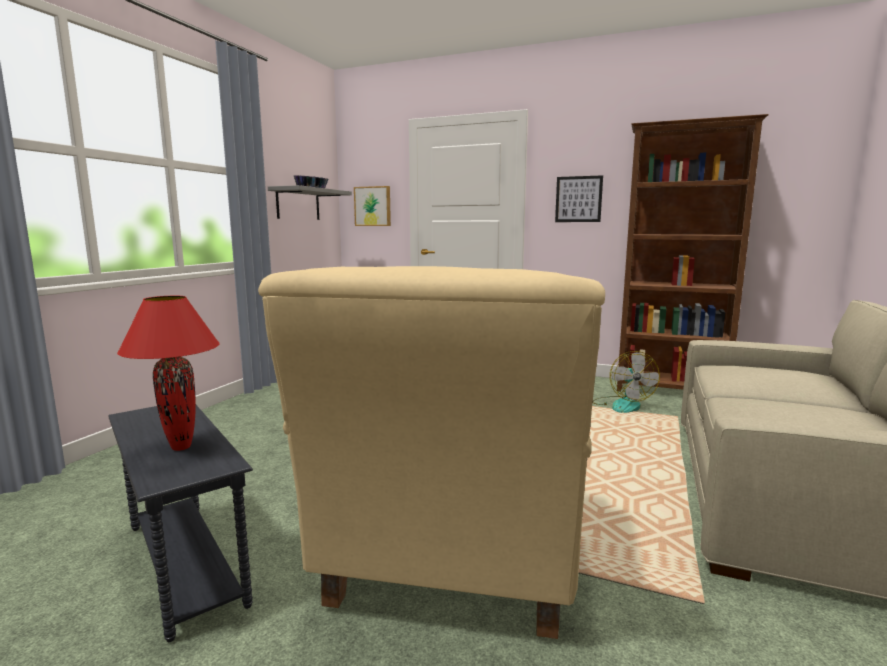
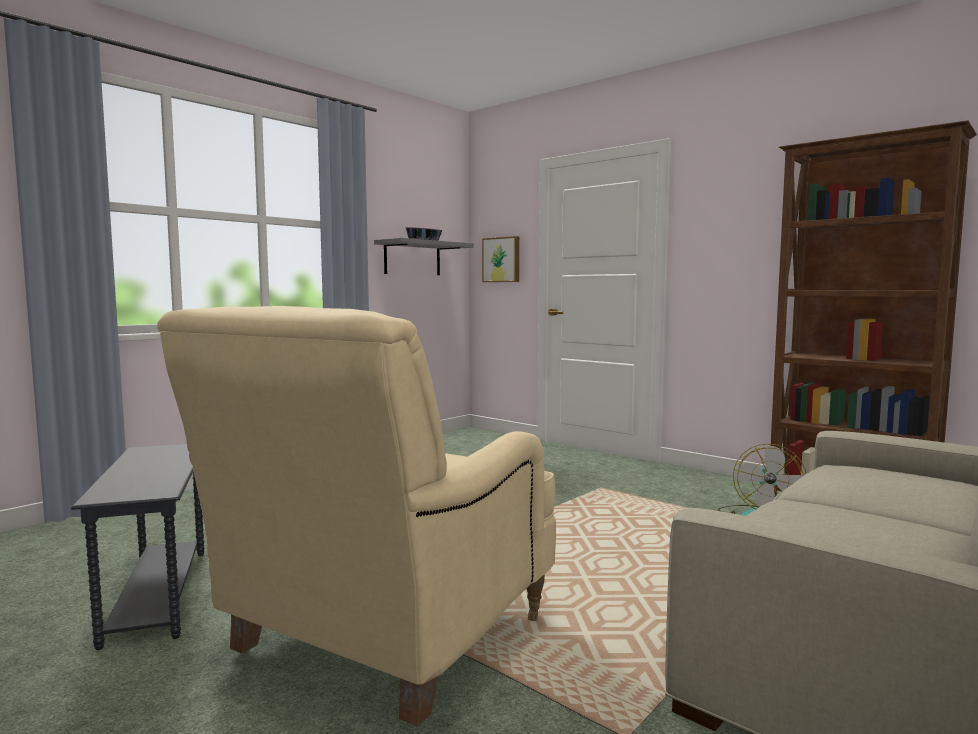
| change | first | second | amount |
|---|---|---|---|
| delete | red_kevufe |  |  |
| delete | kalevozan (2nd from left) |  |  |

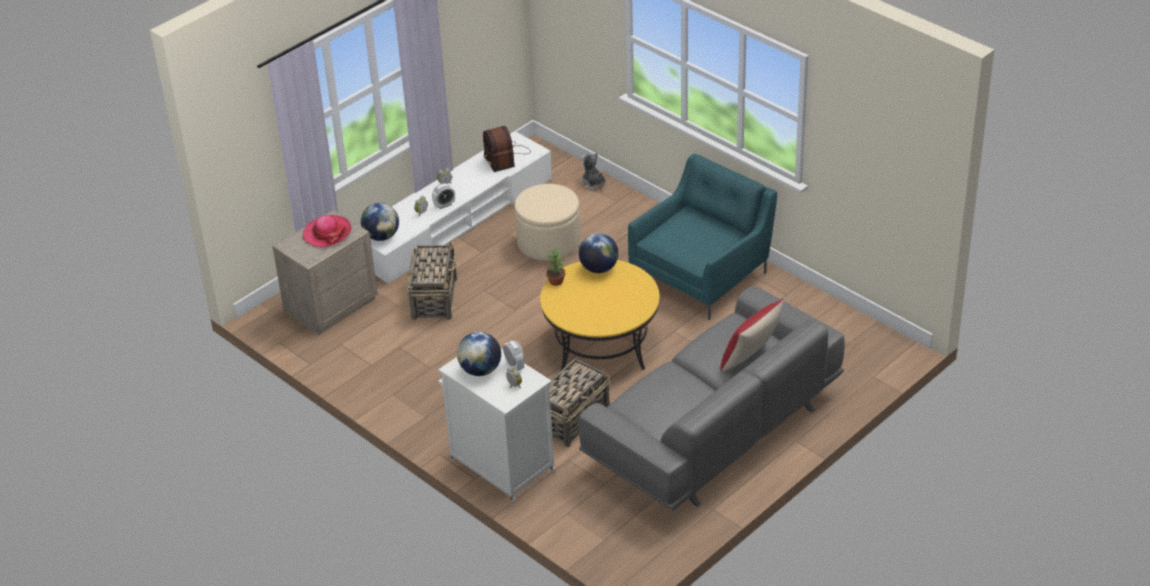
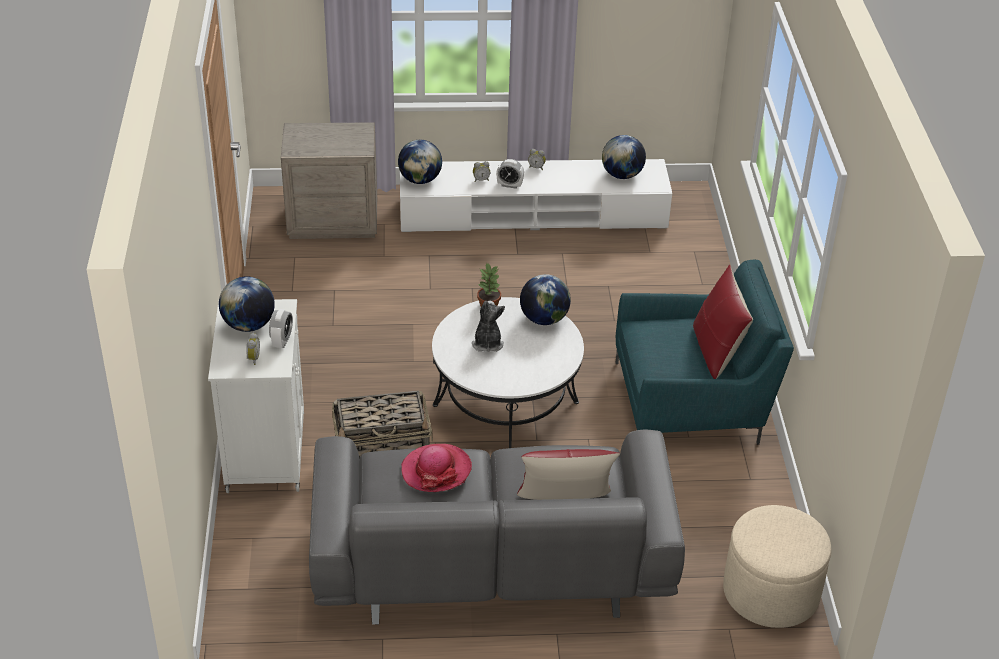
| change | first | second | amount |
|---|---|---|---|
| move | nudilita |  |  |
| recolor | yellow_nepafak | white_nepafak |  |
| move | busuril |  |  |
| replace | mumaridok | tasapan (4th from left) |  |
| insert |  | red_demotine (2nd from left) |  |
| move | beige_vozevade |  |  |
| delete | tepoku (1st from left) |  |  |

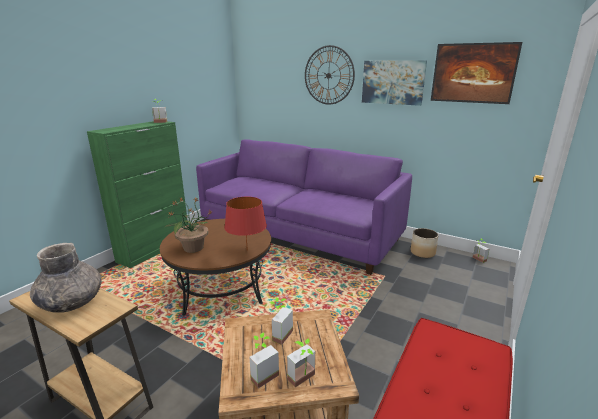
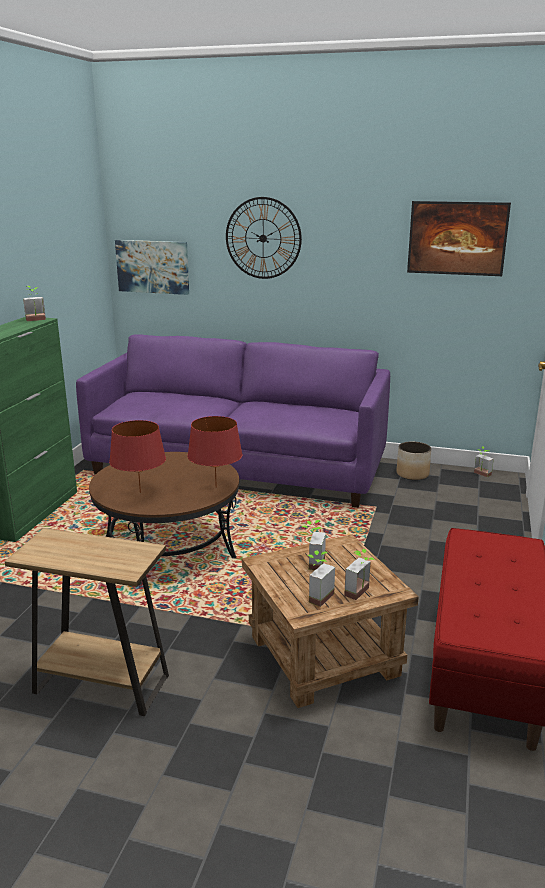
| change | first | second | amount |
|---|---|---|---|
| replace | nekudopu (2nd from left) | red_kevufe (1st from left) |  |
| move | kalevozan (1st from left) |  |  |
| delete | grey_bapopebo |  |  |

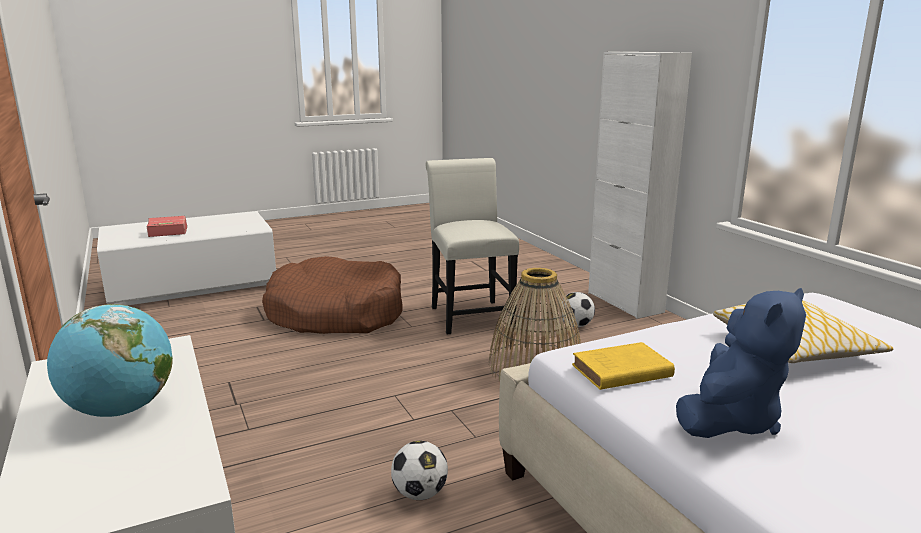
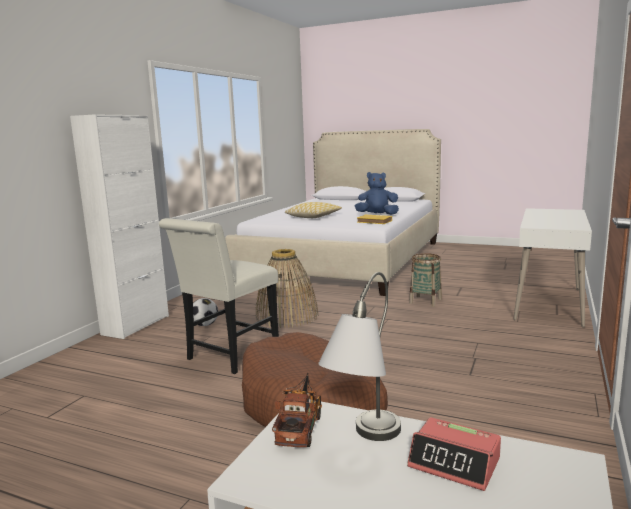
| change | first | second | amount |
|---|---|---|---|
| insert |  | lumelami |  |
| insert |  | grey_kevufe |  |
| replace | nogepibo (1st from left) | tepoku (2nd from left) |  |
| delete | tasapan |  |  |

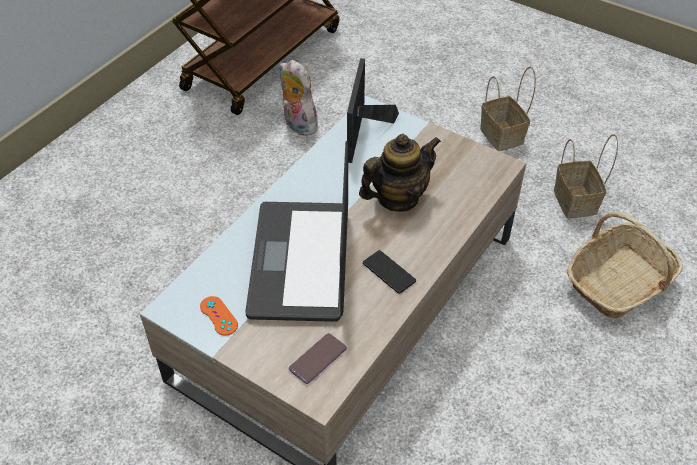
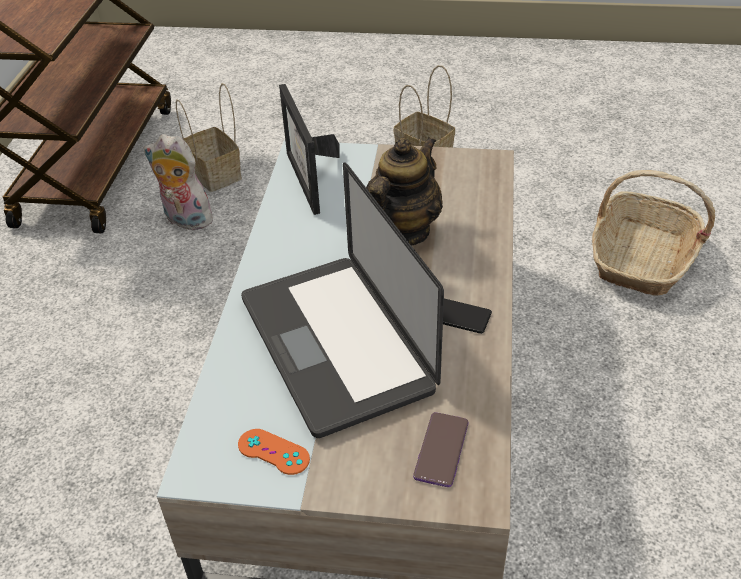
| change | first | second | amount |
|---|---|---|---|
| move | tepoku (2nd from left in the first image) | tepoku (1st from left) |  |

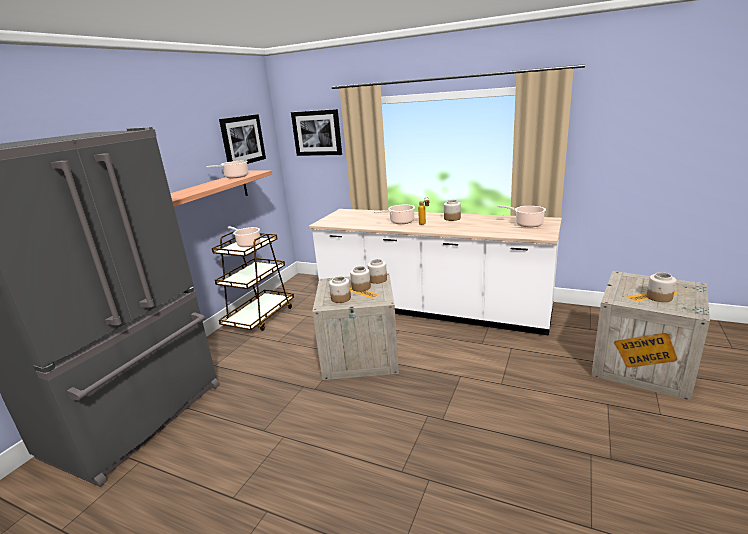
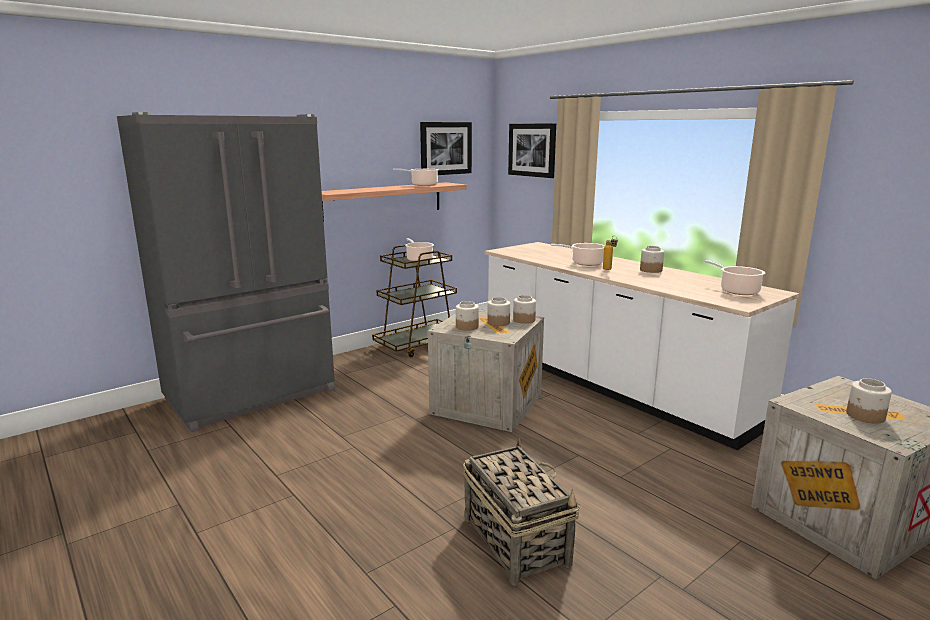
| change | first | second | amount |
|---|---|---|---|
| insert |  | tepoku |  |

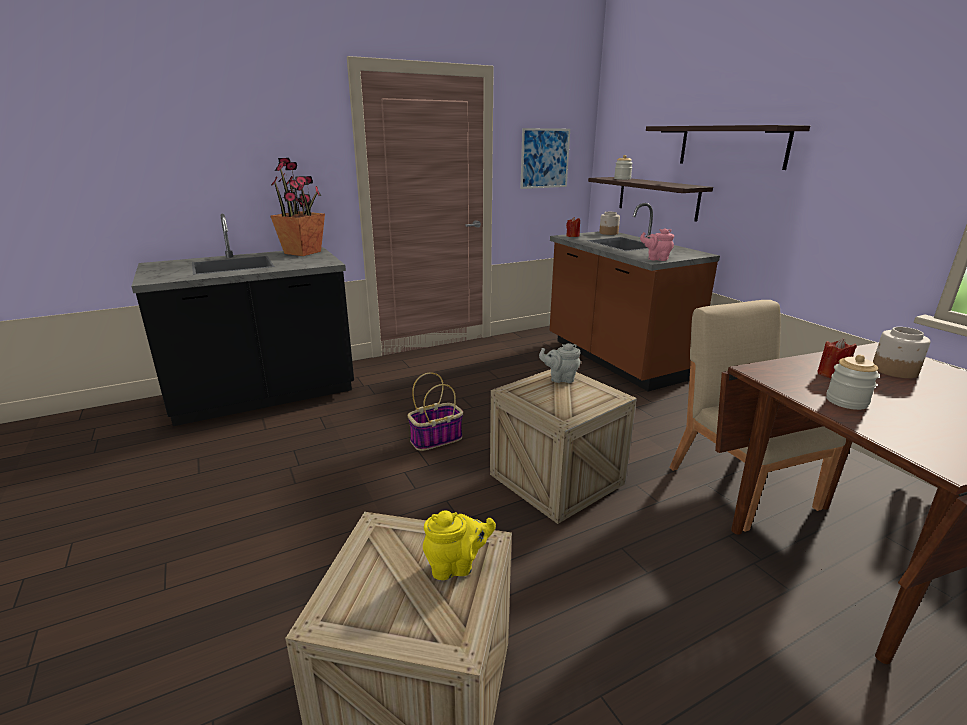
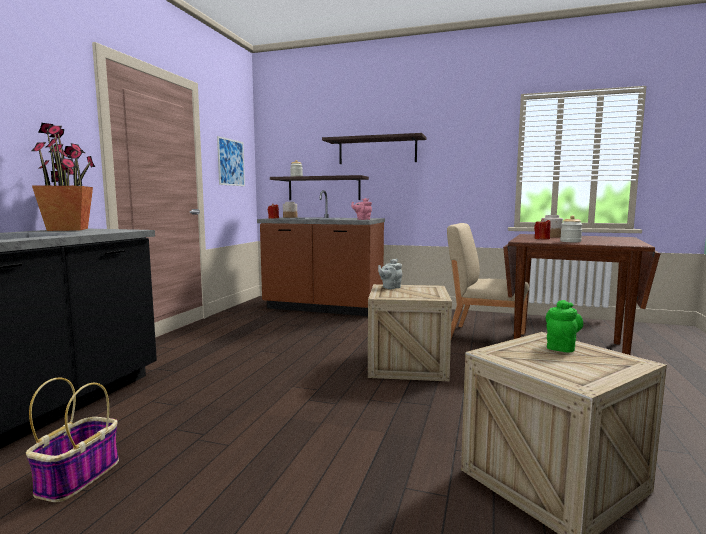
| change | first | second | amount |
|---|---|---|---|
| move | tepoku |  |  |
| recolor | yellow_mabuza | green_mabuza |  |

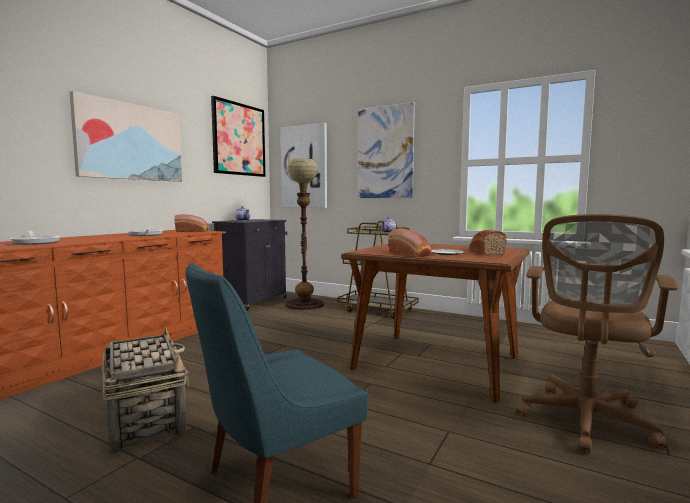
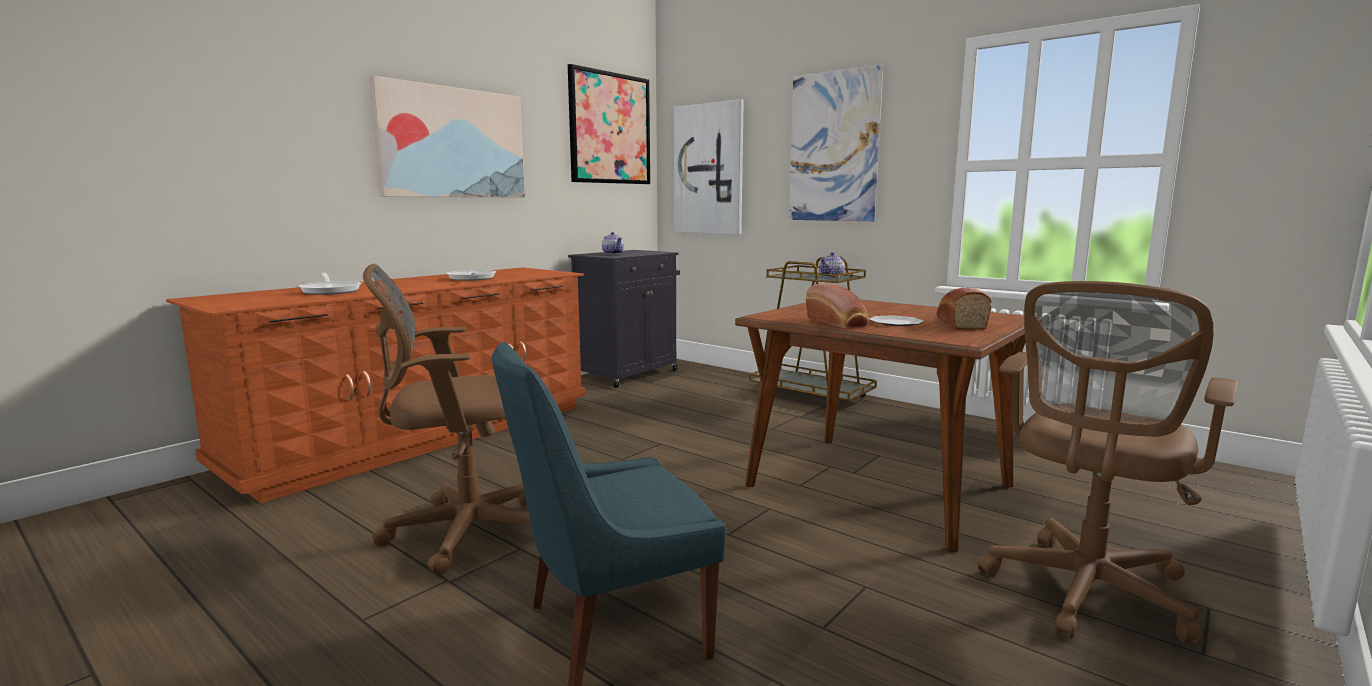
| change | first | second | amount |
|---|---|---|---|
| replace | tepoku | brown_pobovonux (1st from left) |  |
| delete | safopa (1st from left) |  |  |
| delete | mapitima |  |  |

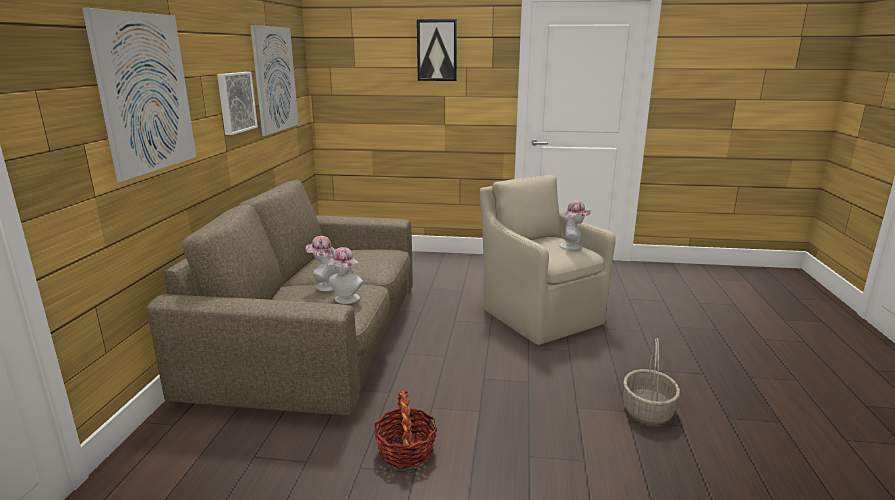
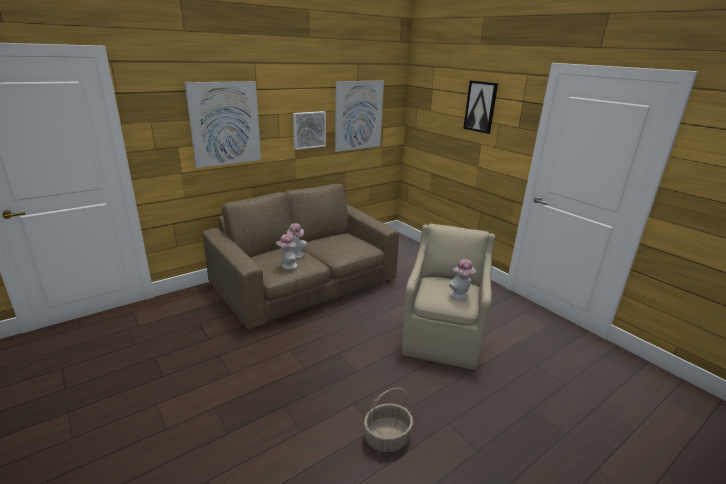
| change | first | second | amount |
|---|---|---|---|
| delete | tepoku (1st from left) |  |  |

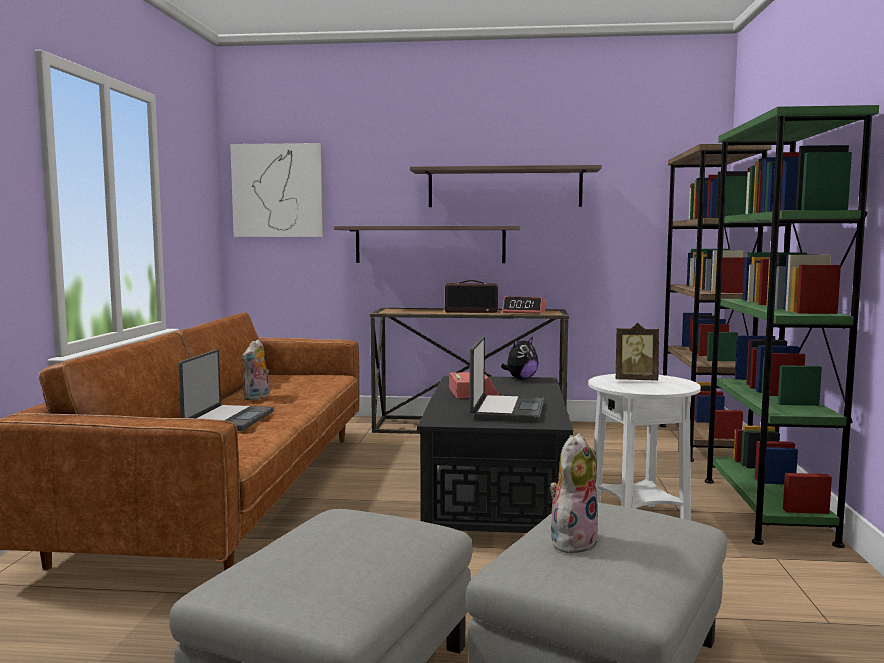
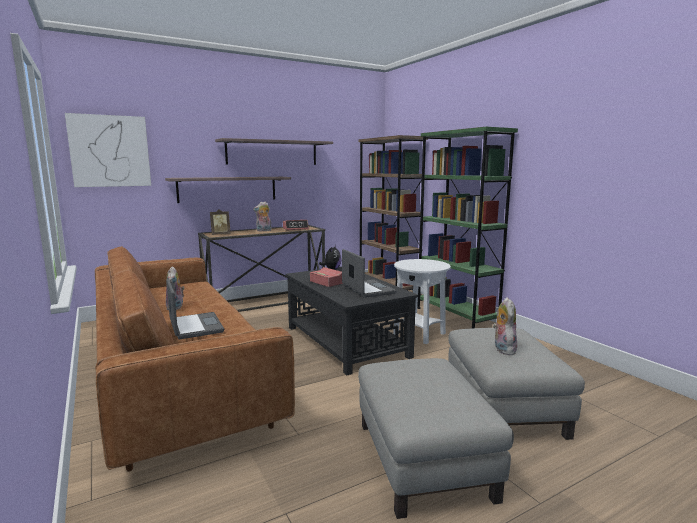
| change | first | second | amount |
|---|---|---|---|
| move | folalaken |  |  |
| replace | mumaridok | busuril (2nd from left) |  |

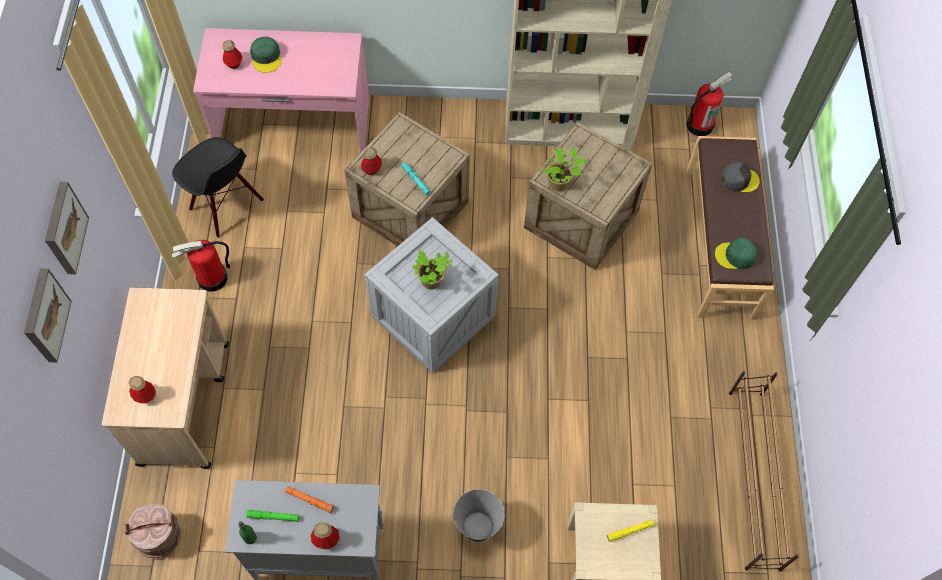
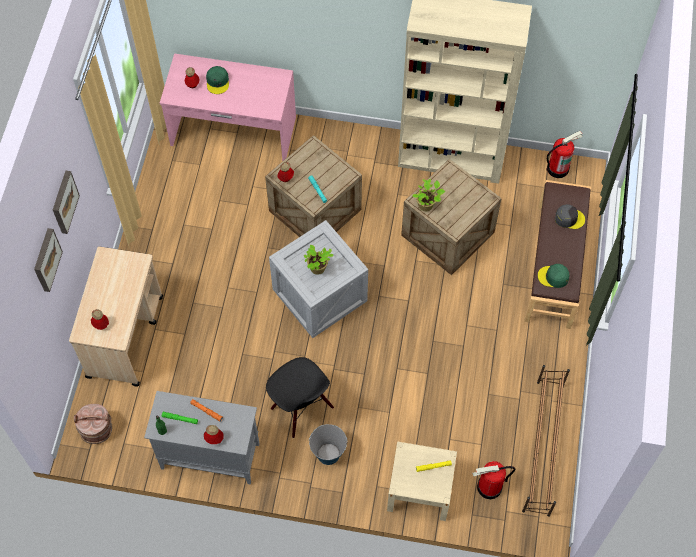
| change | first | second | amount |
|---|---|---|---|
| move | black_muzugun |  |  |
| move | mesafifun (1st from left) |  |  |

